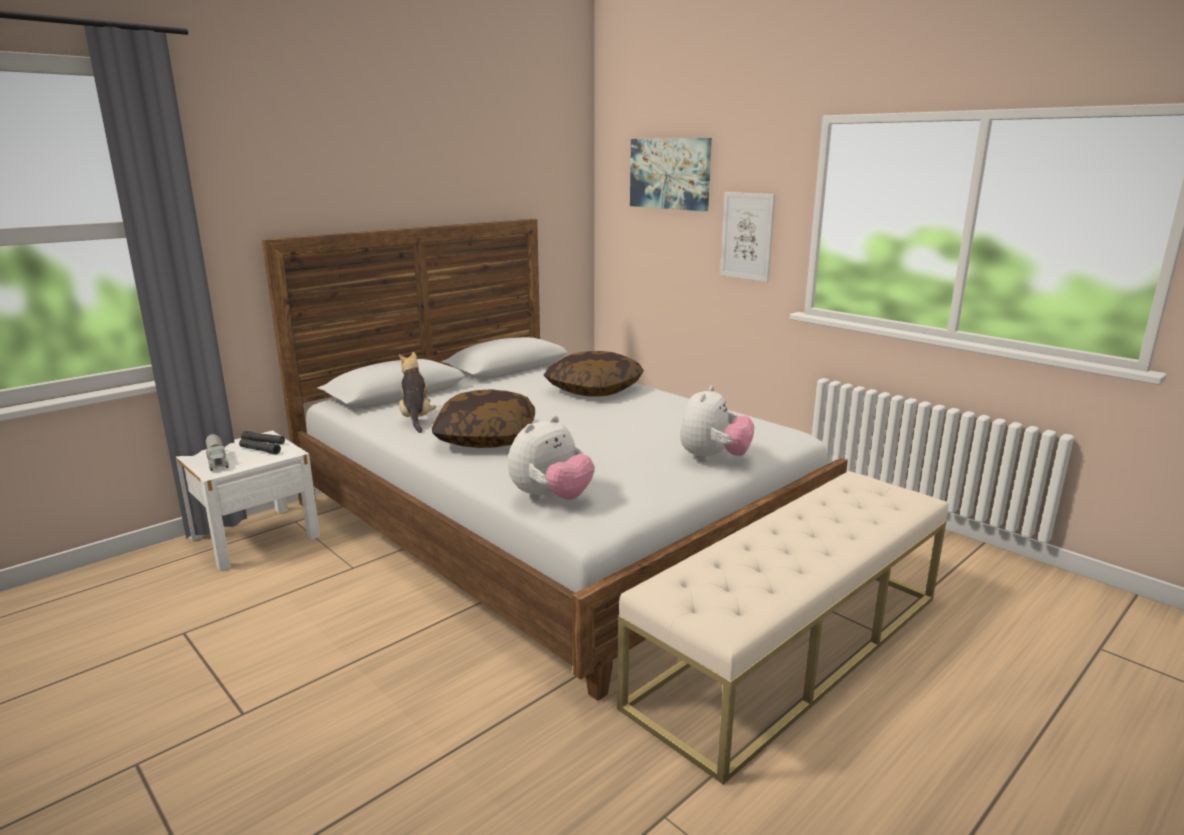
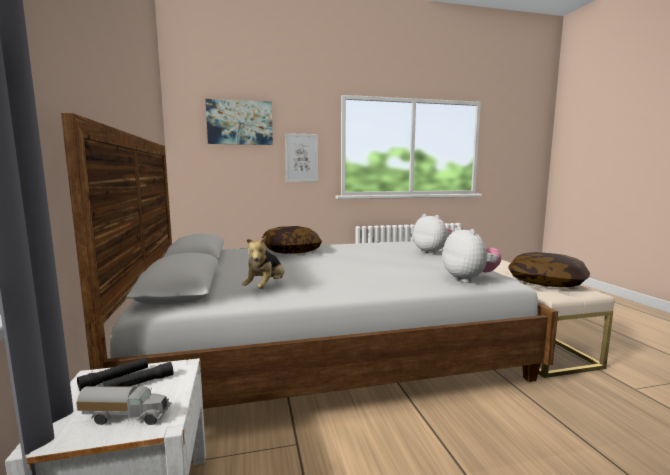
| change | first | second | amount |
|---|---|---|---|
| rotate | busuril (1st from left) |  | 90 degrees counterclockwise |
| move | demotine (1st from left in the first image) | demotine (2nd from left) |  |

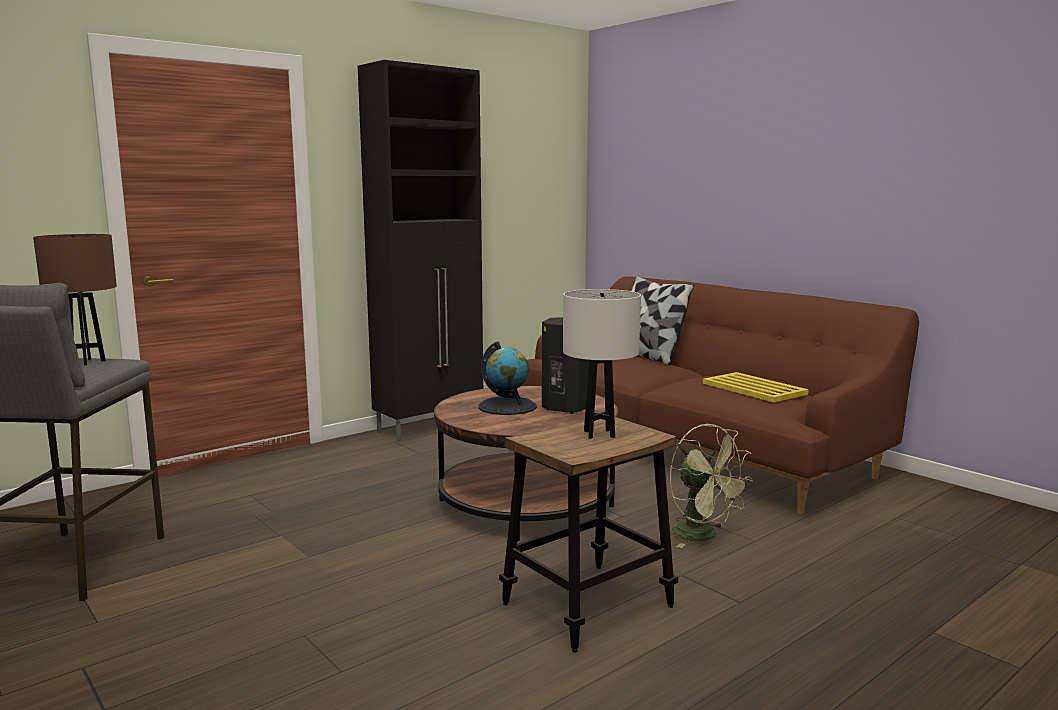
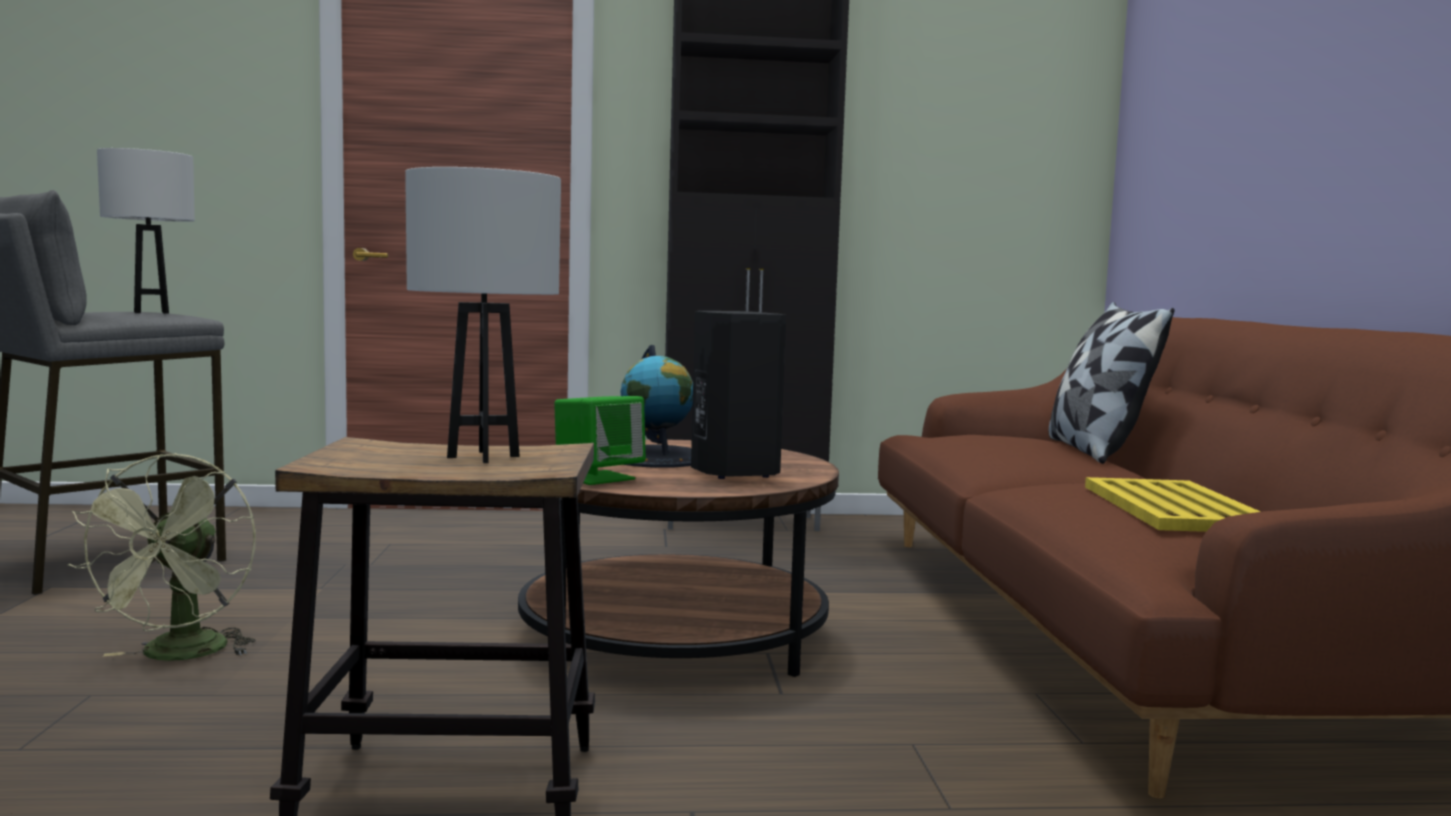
| change | first | second | amount |
|---|---|---|---|
| move | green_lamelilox |  |  |
| recolor | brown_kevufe | white_kevufe (1st from left) |  |
| insert |  | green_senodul |  |

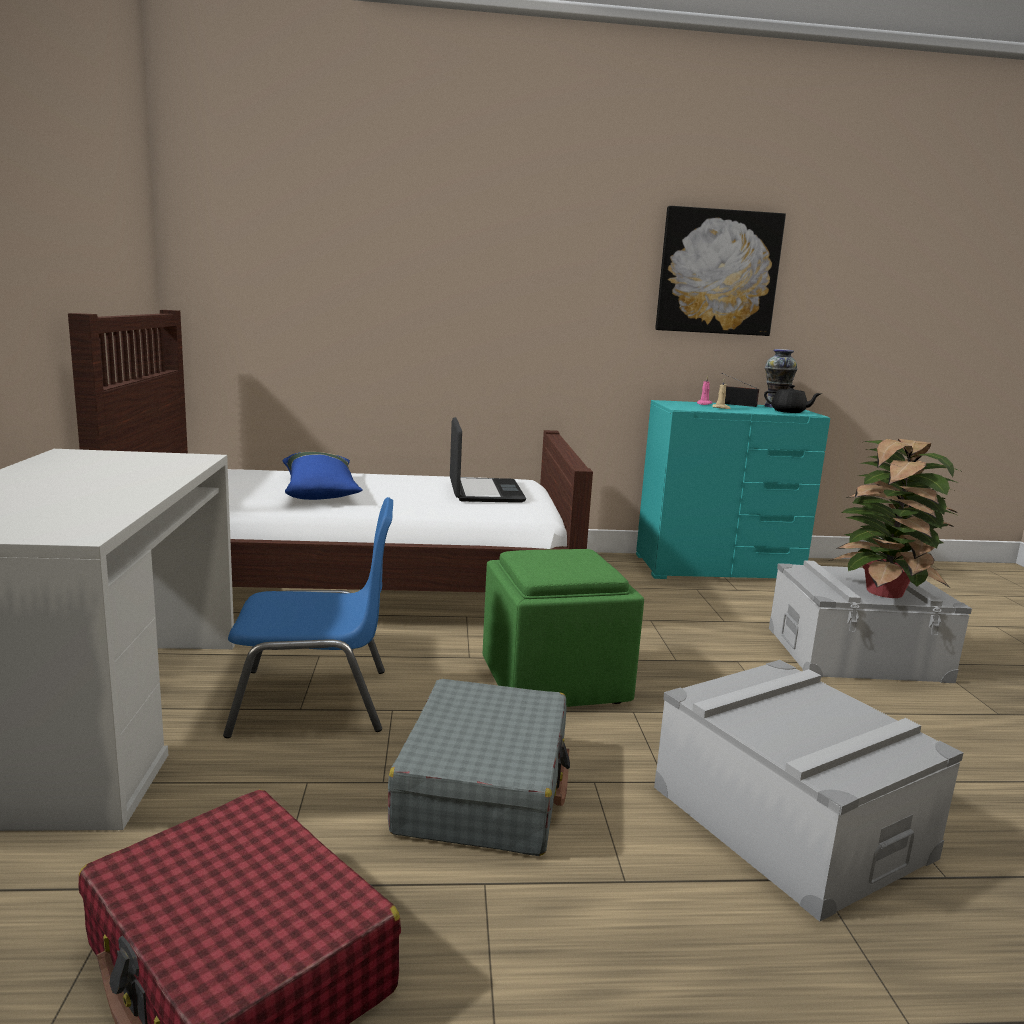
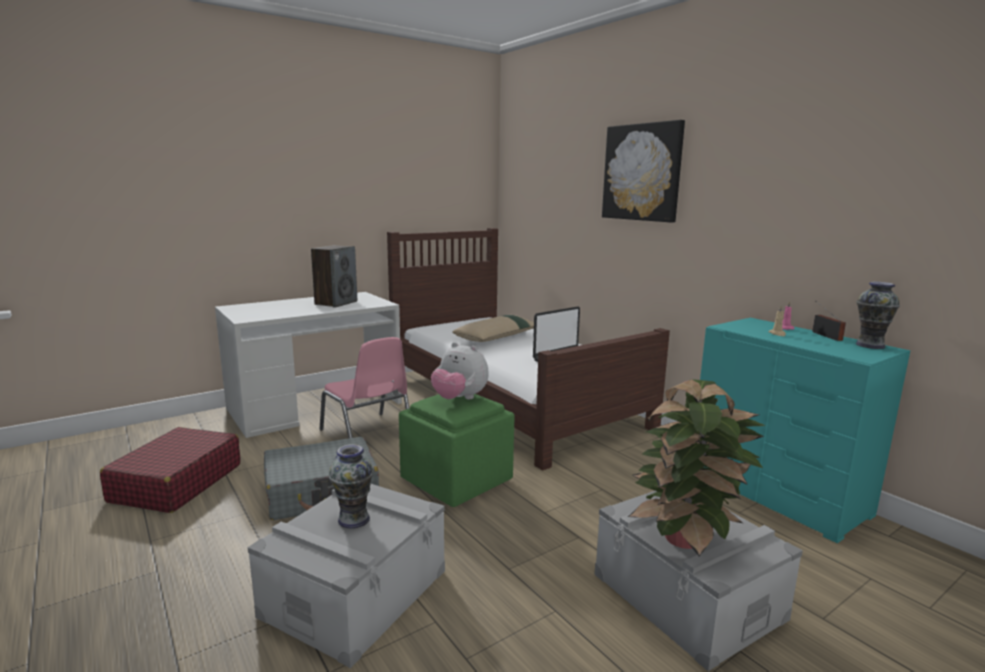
| change | first | second | amount |
|---|---|---|---|
| insert |  | senodul |  |
| recolor | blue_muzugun | pink_muzugun |  |
| insert |  | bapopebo (1st from left) |  |
| insert |  | busuril |  |
| recolor | blue_demotine | beige_demotine |  |
| move | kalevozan |  |  |
| delete | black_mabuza |  |  |

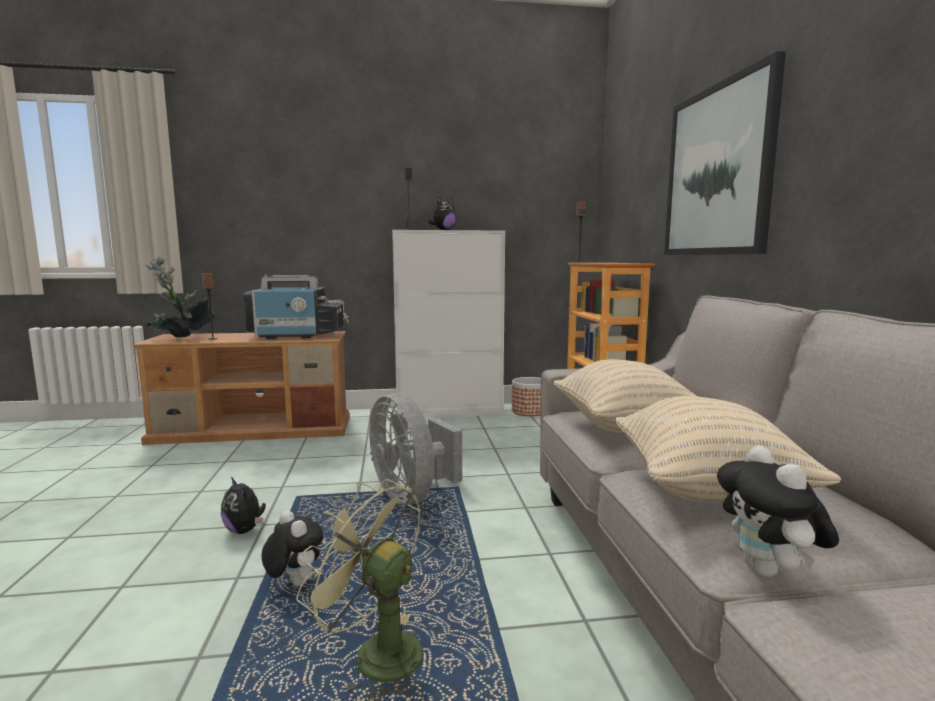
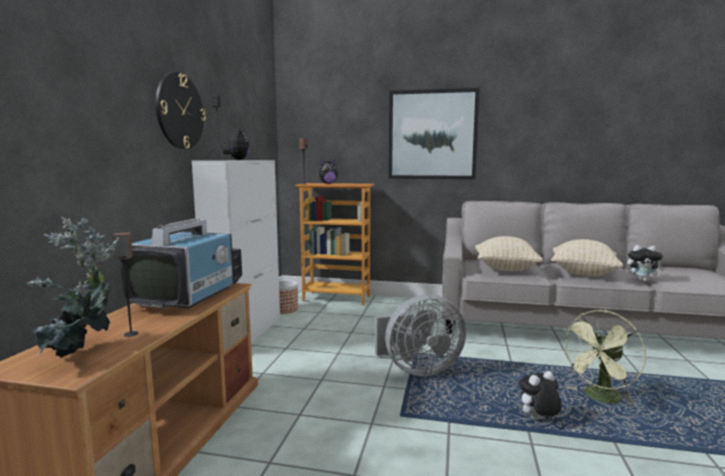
| change | first | second | amount |
|---|---|---|---|
| insert |  | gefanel |  |
| move | busuril (1st from left in the first image) | busuril (2nd from left) |  |

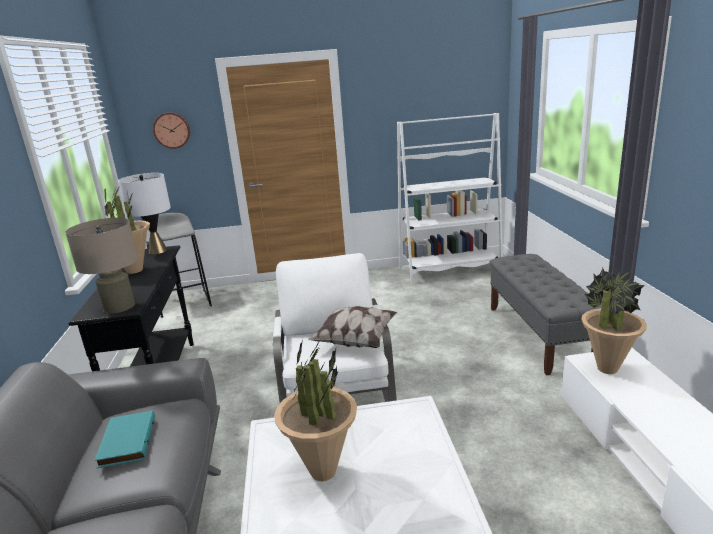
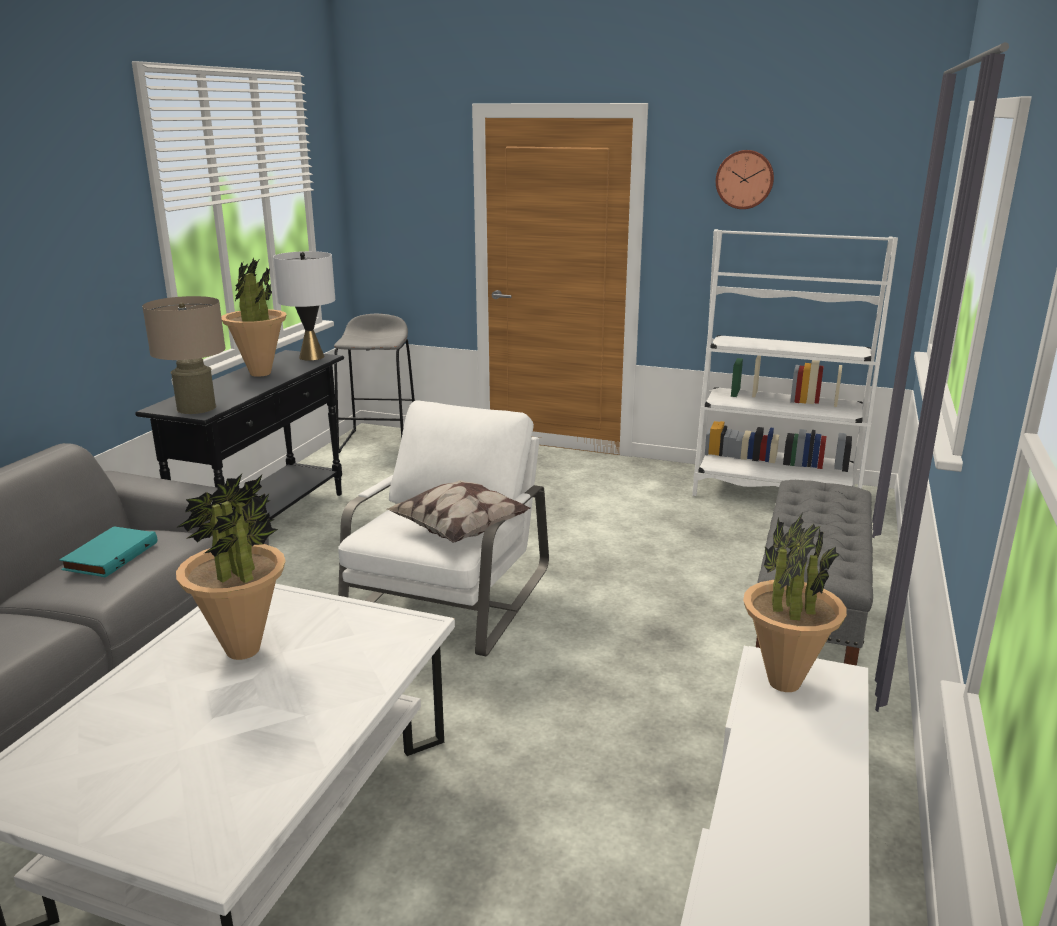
| change | first | second | amount |
|---|---|---|---|
| move | gefanel |  |  |

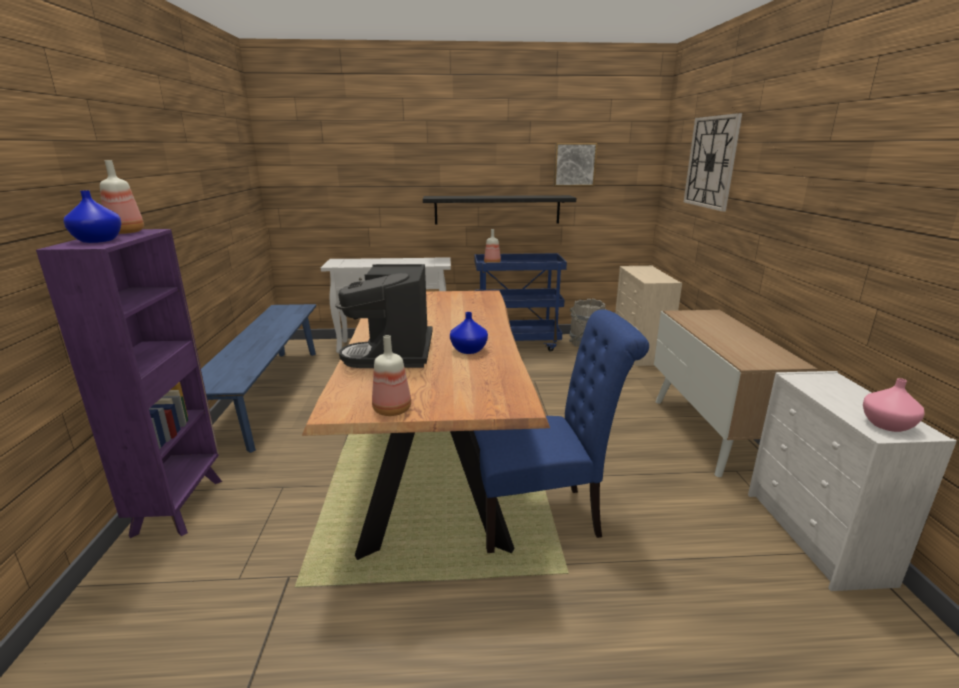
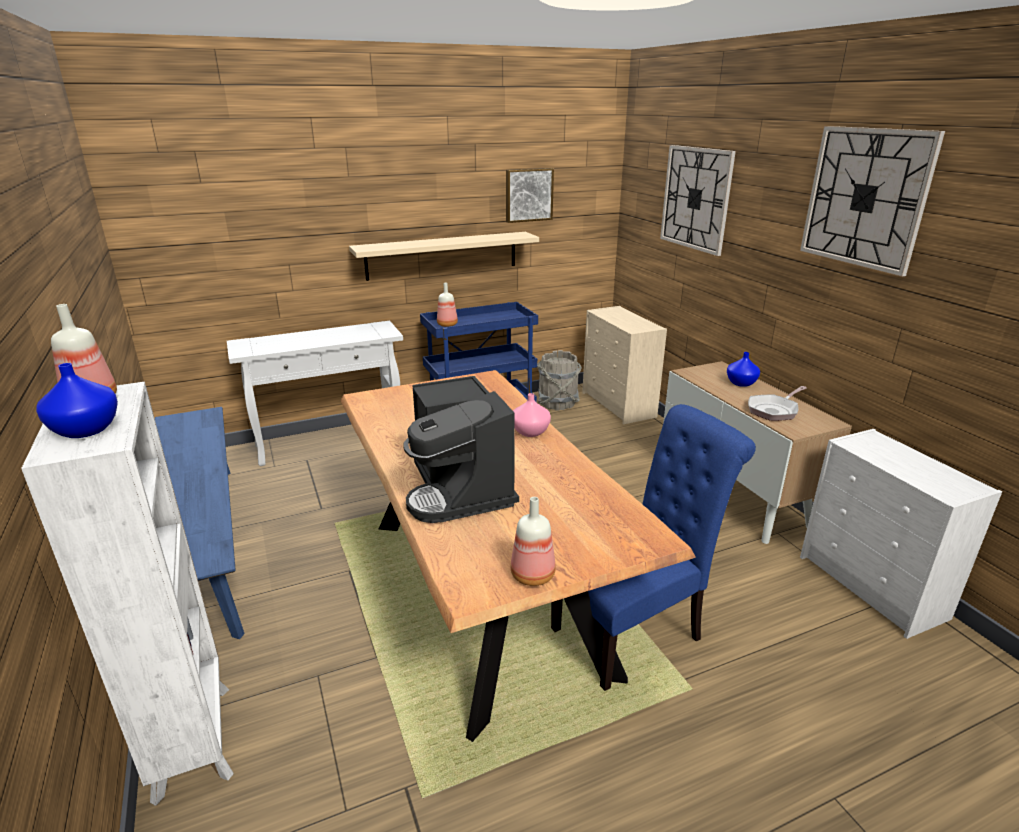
| change | first | second | amount |
|---|---|---|---|
| recolor | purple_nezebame | white_nezebame |  |
| recolor | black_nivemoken | beige_nivemoken |  |
| move | pink_bapopebo |  |  |
| move | blue_bapopebo (2nd from left) |  |  |
| insert |  | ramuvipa |  |
| insert |  | gefanel (2nd from left) |  |

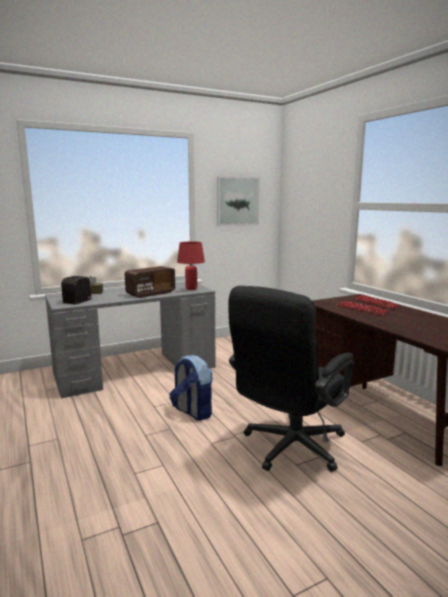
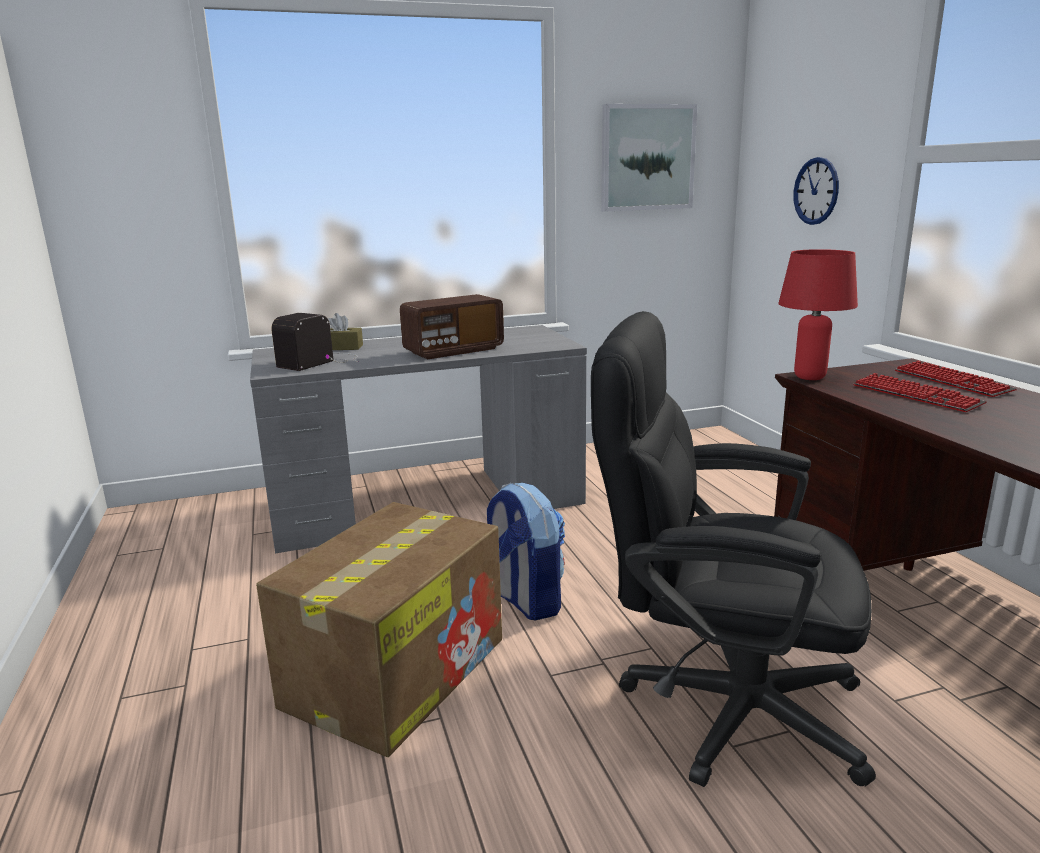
| change | first | second | amount |
|---|---|---|---|
| insert |  | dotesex |  |
| rotate | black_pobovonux |  | 60 degrees clockwise |
| move | red_kevufe |  |  |
| insert |  | gefanel |  |

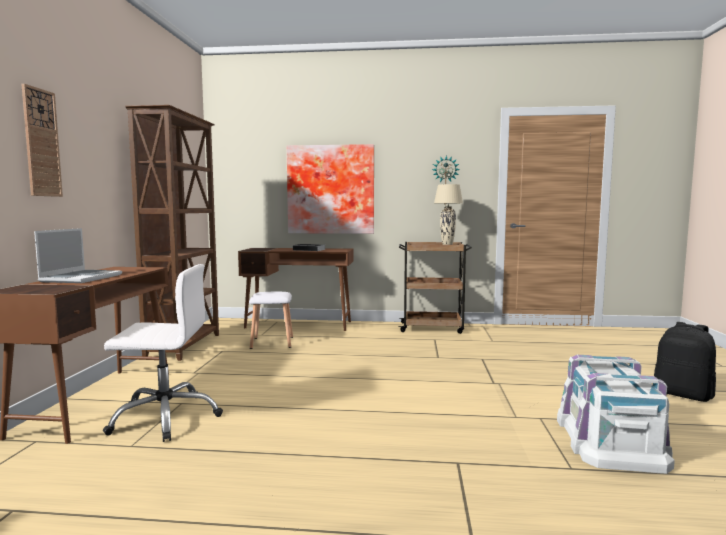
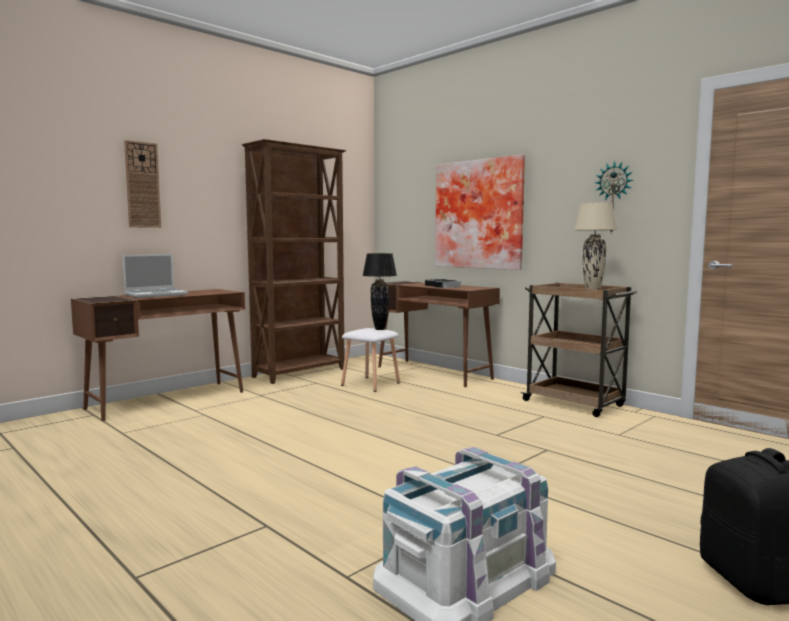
| change | first | second | amount |
|---|---|---|---|
| insert |  | black_kevufe |  |
| delete | white_pobovonux |  |  |

